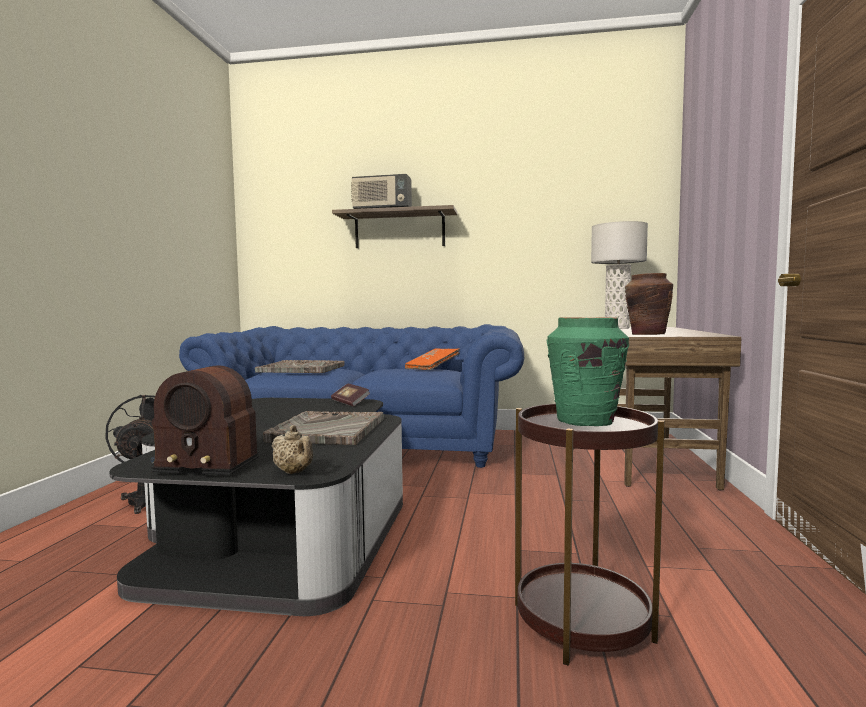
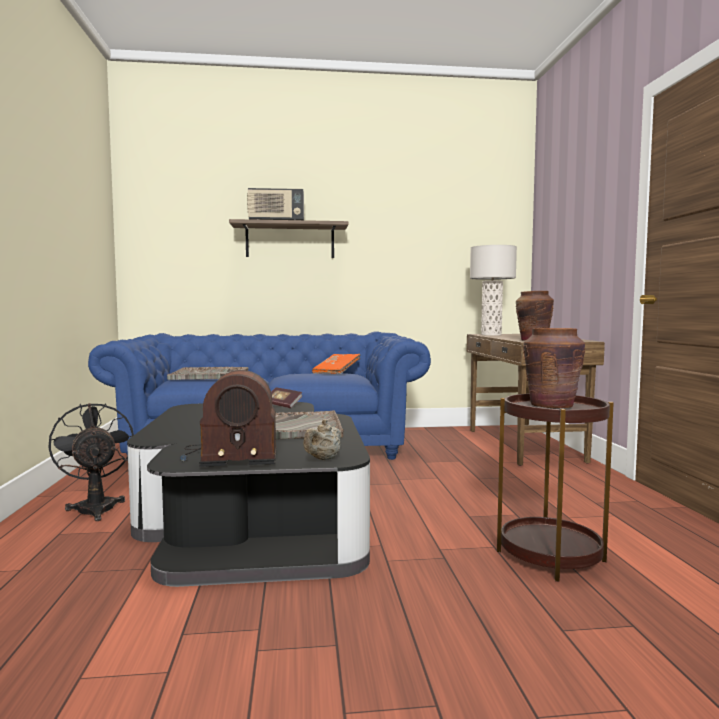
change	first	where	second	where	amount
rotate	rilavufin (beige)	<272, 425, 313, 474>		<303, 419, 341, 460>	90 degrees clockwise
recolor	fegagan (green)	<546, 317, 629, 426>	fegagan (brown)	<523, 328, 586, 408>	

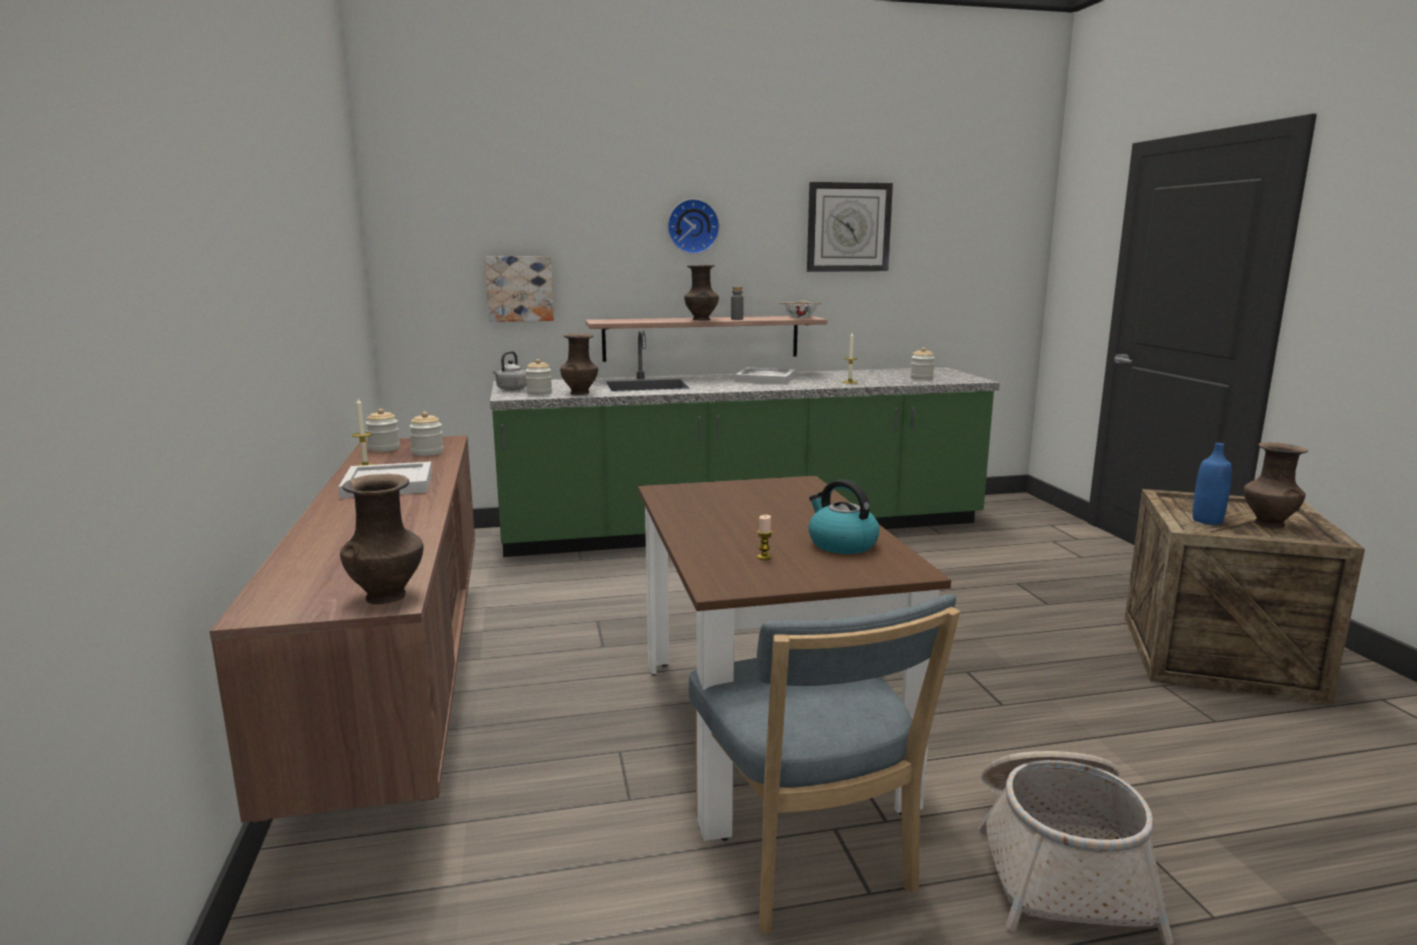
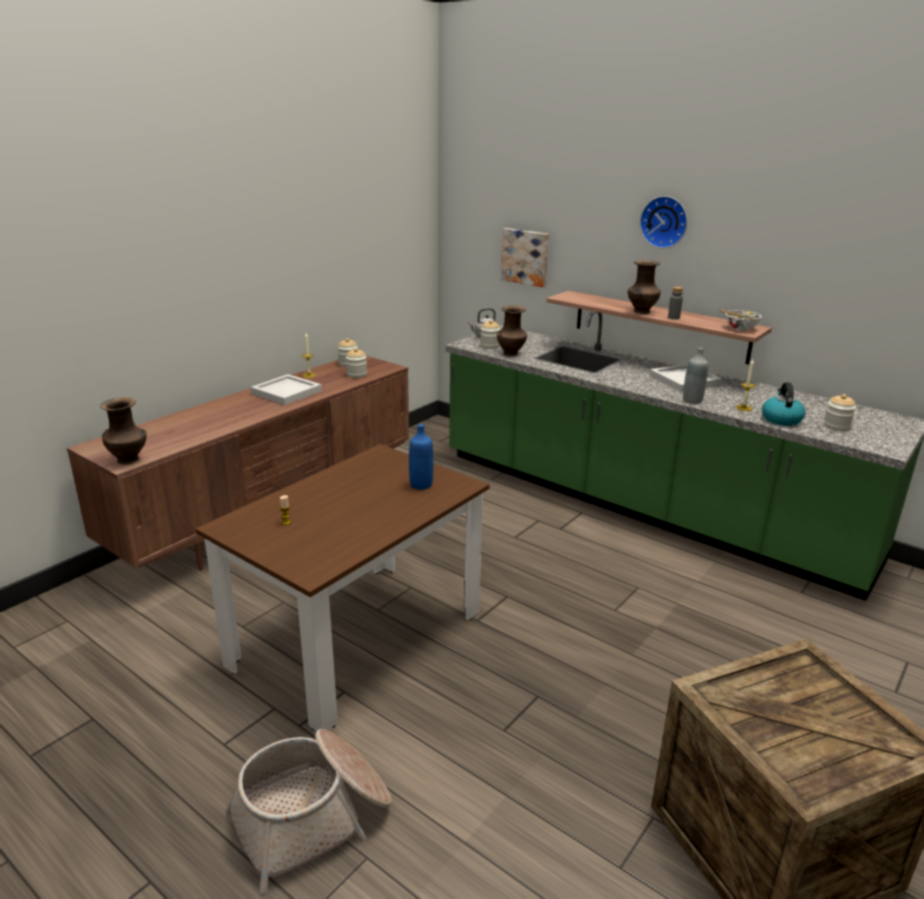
change	first	where	second	where	amount
delete	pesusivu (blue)	<689, 594, 960, 933>			
delete	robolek	<807, 182, 893, 272>			
move	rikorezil	<808, 479, 880, 554>		<762, 382, 806, 426>	
move	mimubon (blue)	<1192, 443, 1232, 525>		<409, 424, 433, 490>	
delete	fegagan (brown)	<1243, 442, 1308, 529>			
insert			mimubon (grey)	<683, 348, 708, 404>	

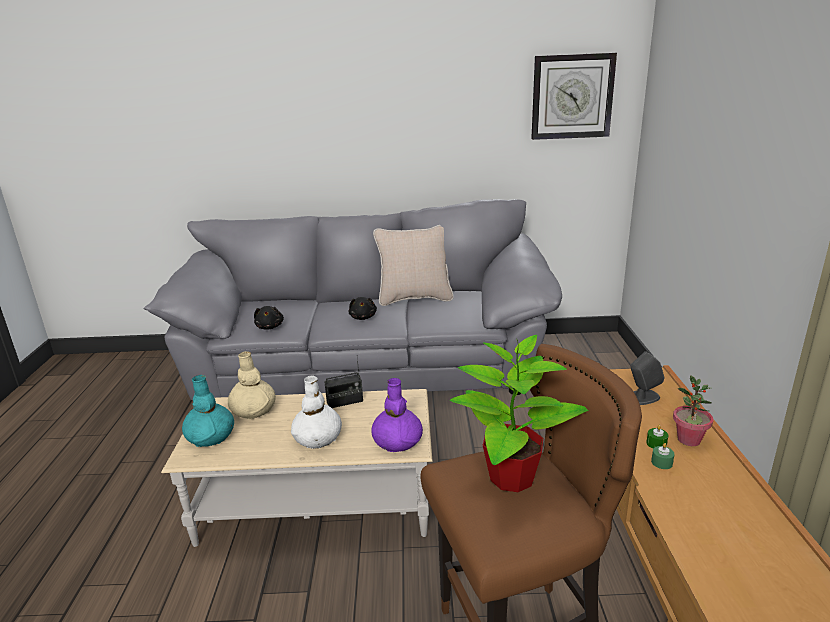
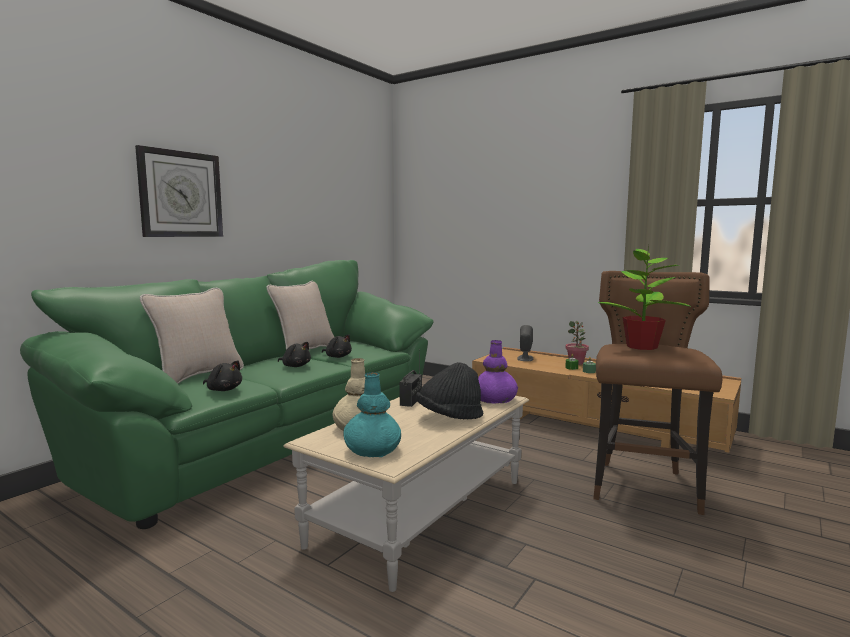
change	first	where	second	where	amount
recolor	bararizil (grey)	<144, 199, 562, 400>	bararizil (green)	<20, 260, 434, 529>	
replace	fegagan (white)	<291, 376, 342, 449>	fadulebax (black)	<416, 362, 483, 419>	
move	robolek	<531, 53, 617, 140>		<135, 145, 223, 237>	
insert			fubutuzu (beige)	<140, 288, 244, 384>	
insert			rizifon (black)	<322, 334, 352, 358>	

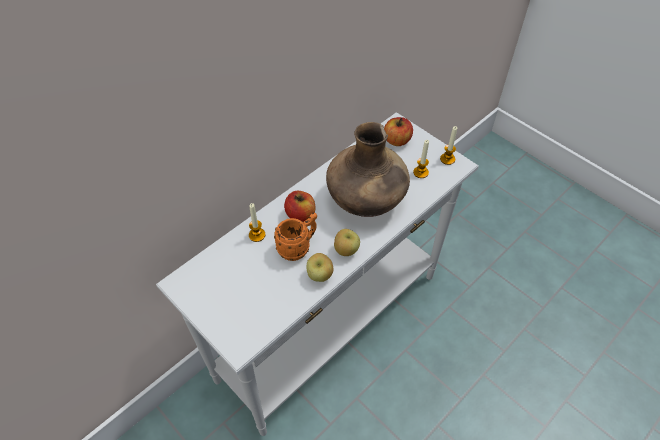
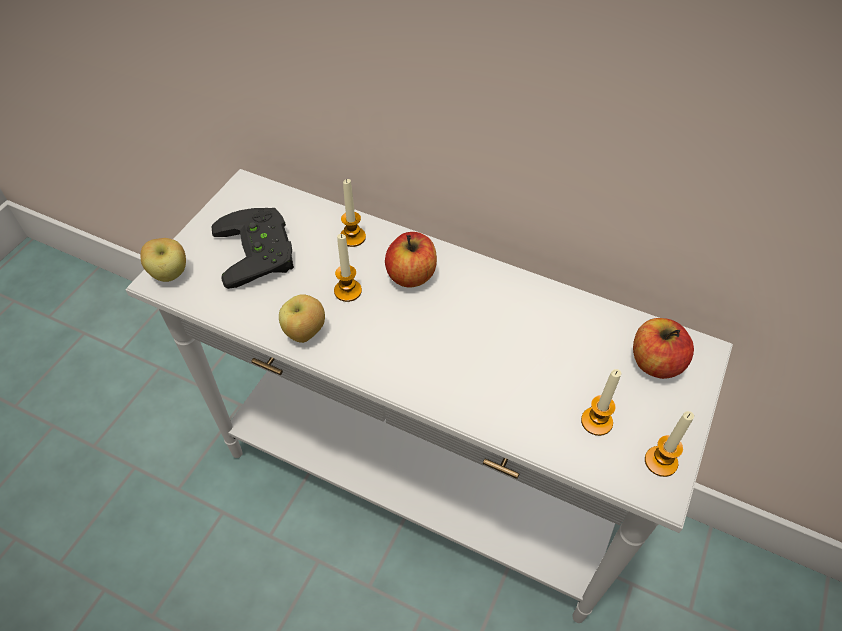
change	first	where	second	where	amount
replace	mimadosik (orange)	<274, 213, 317, 261>	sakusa	<334, 234, 362, 302>	
delete	fegagan (brown)	<326, 122, 410, 217>			
move	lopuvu	<334, 229, 360, 256>		<141, 238, 186, 282>	
insert			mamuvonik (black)	<212, 208, 294, 289>	

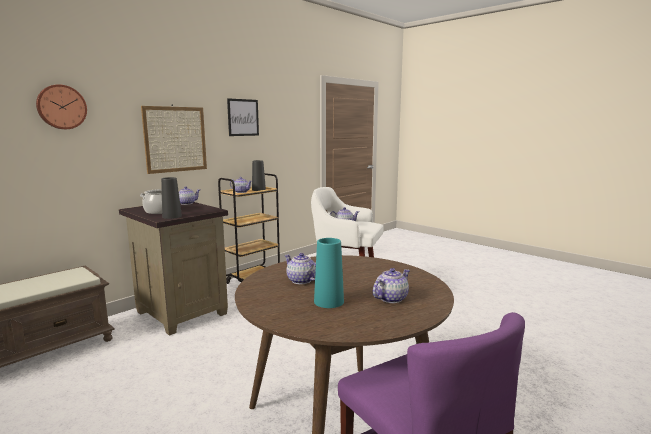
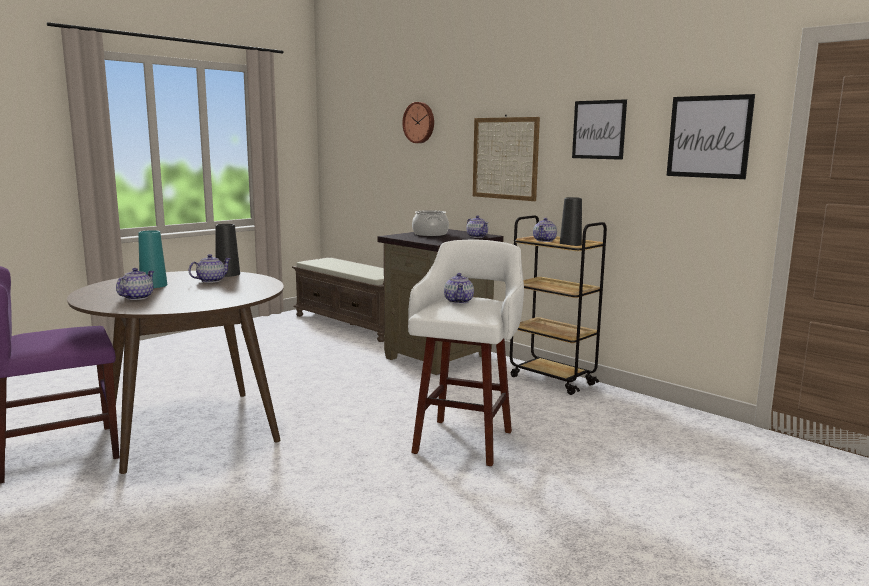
change	first	where	second	where	amount
move	fegagan (black)	<161, 177, 182, 219>		<215, 224, 240, 277>	
rotate	rilavufin	<373, 268, 410, 303>		<116, 268, 154, 300>	120 degrees counterclockwise
insert			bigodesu	<667, 94, 755, 179>	

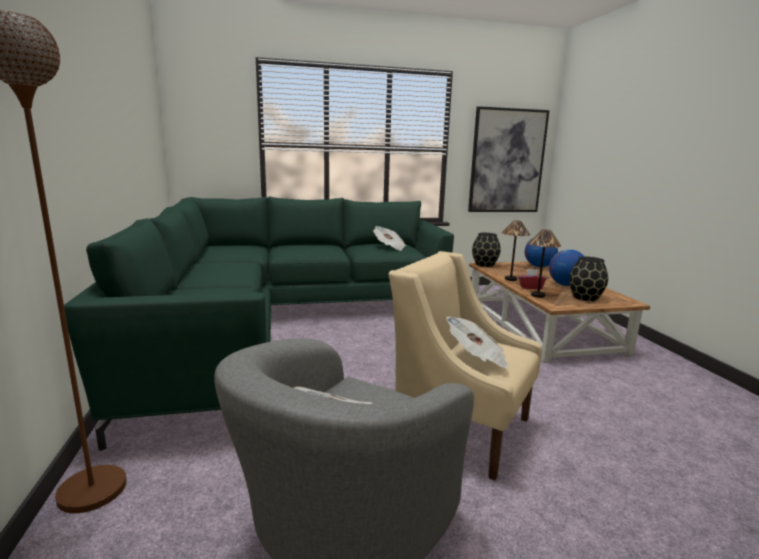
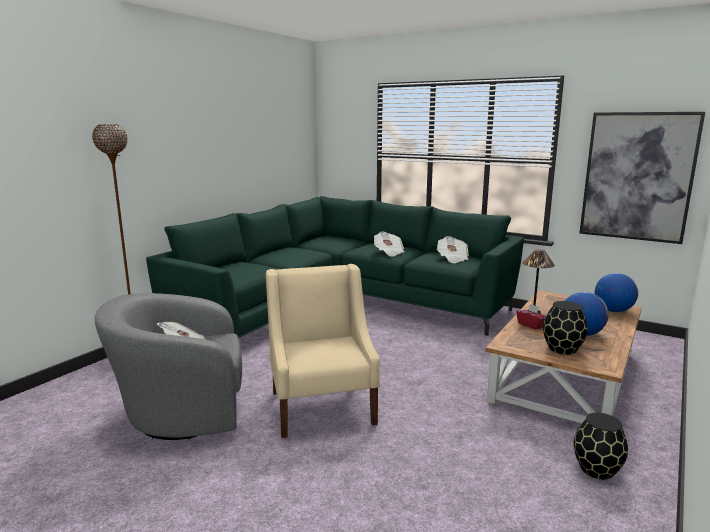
change	first	where	second	where	amount
move	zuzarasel	<446, 316, 509, 369>		<374, 232, 404, 257>	
move	fegagan (black)	<472, 233, 501, 267>		<574, 413, 628, 480>	
delete	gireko	<528, 229, 561, 298>			

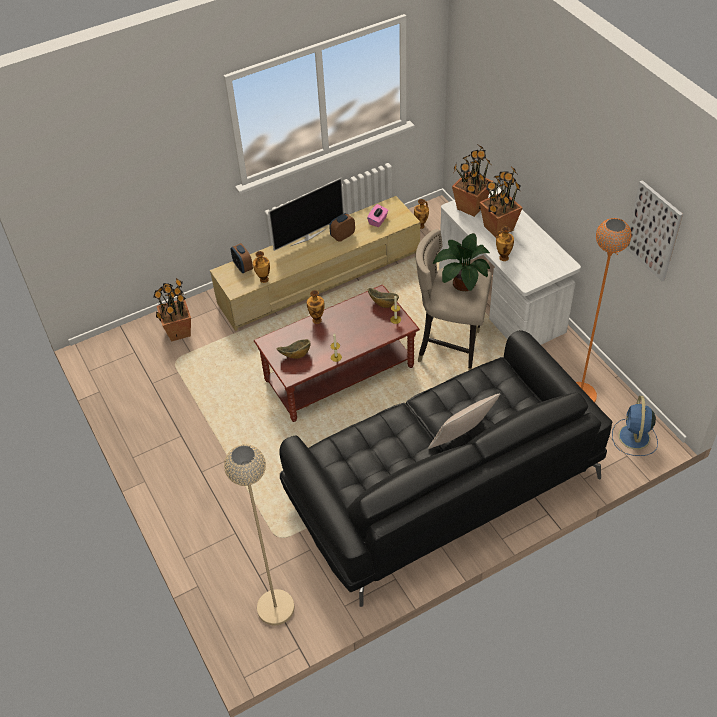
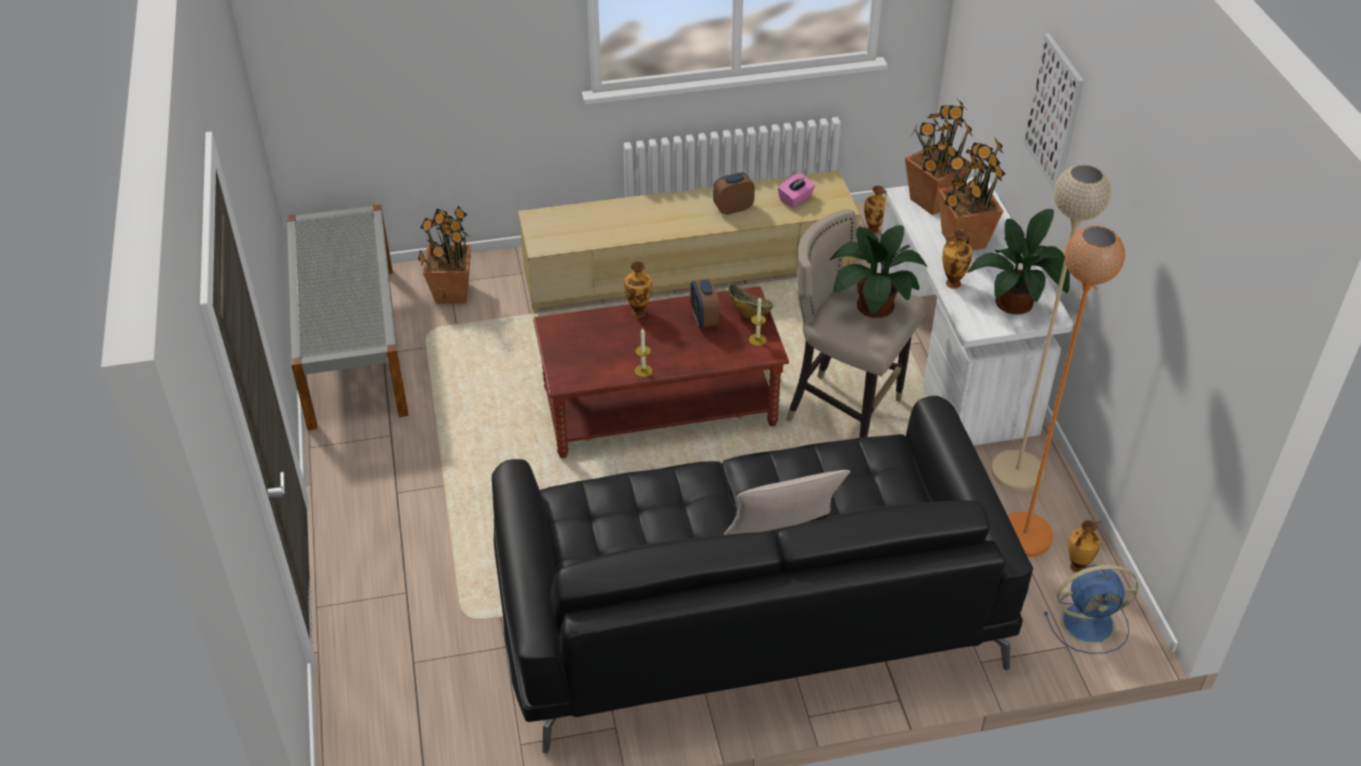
change	first	where	second	where	amount
move	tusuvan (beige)	<224, 444, 294, 625>		<991, 164, 1111, 492>	
move	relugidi	<231, 243, 253, 273>		<690, 278, 720, 328>	
move	fegagan	<253, 251, 270, 283>		<1068, 520, 1101, 573>	
delete	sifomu	<268, 178, 344, 251>			
delete	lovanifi	<277, 339, 310, 359>			
rotate	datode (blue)	<612, 396, 658, 456>		<1044, 565, 1138, 654>	120 degrees counterclockwise
move	bigodesu	<626, 180, 683, 282>		<1023, 33, 1084, 190>	
insert			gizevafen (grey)	<286, 204, 408, 430>	
insert			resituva	<968, 209, 1070, 315>	

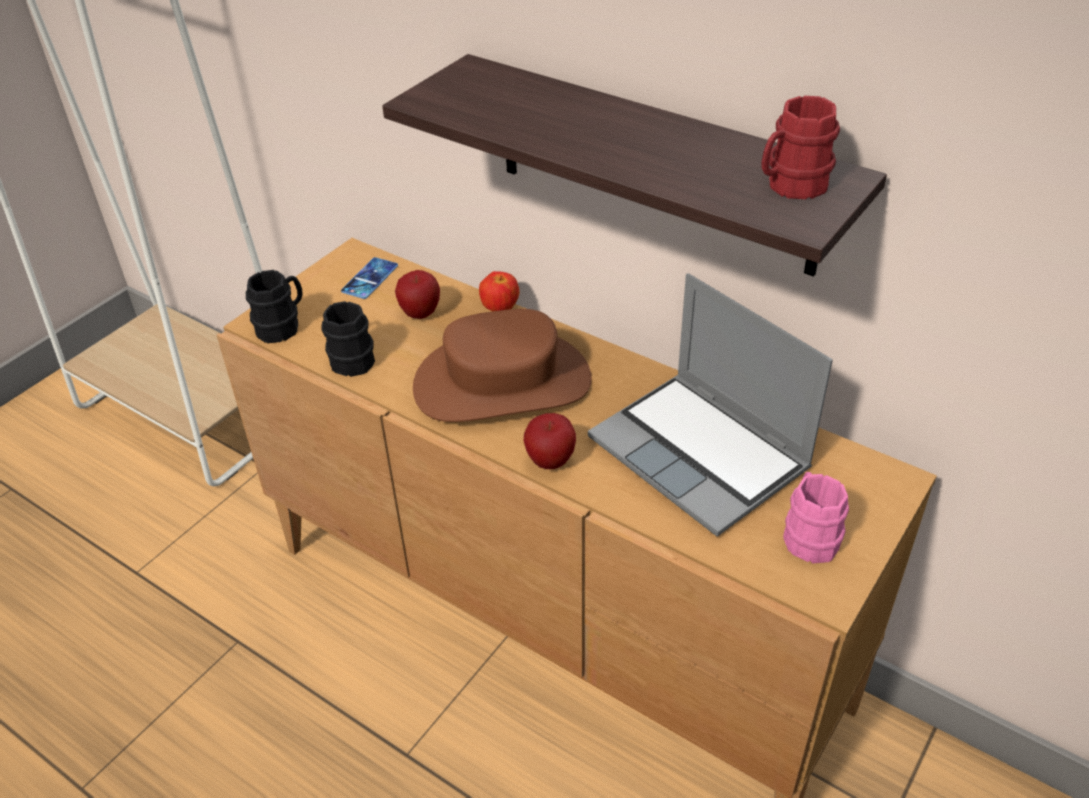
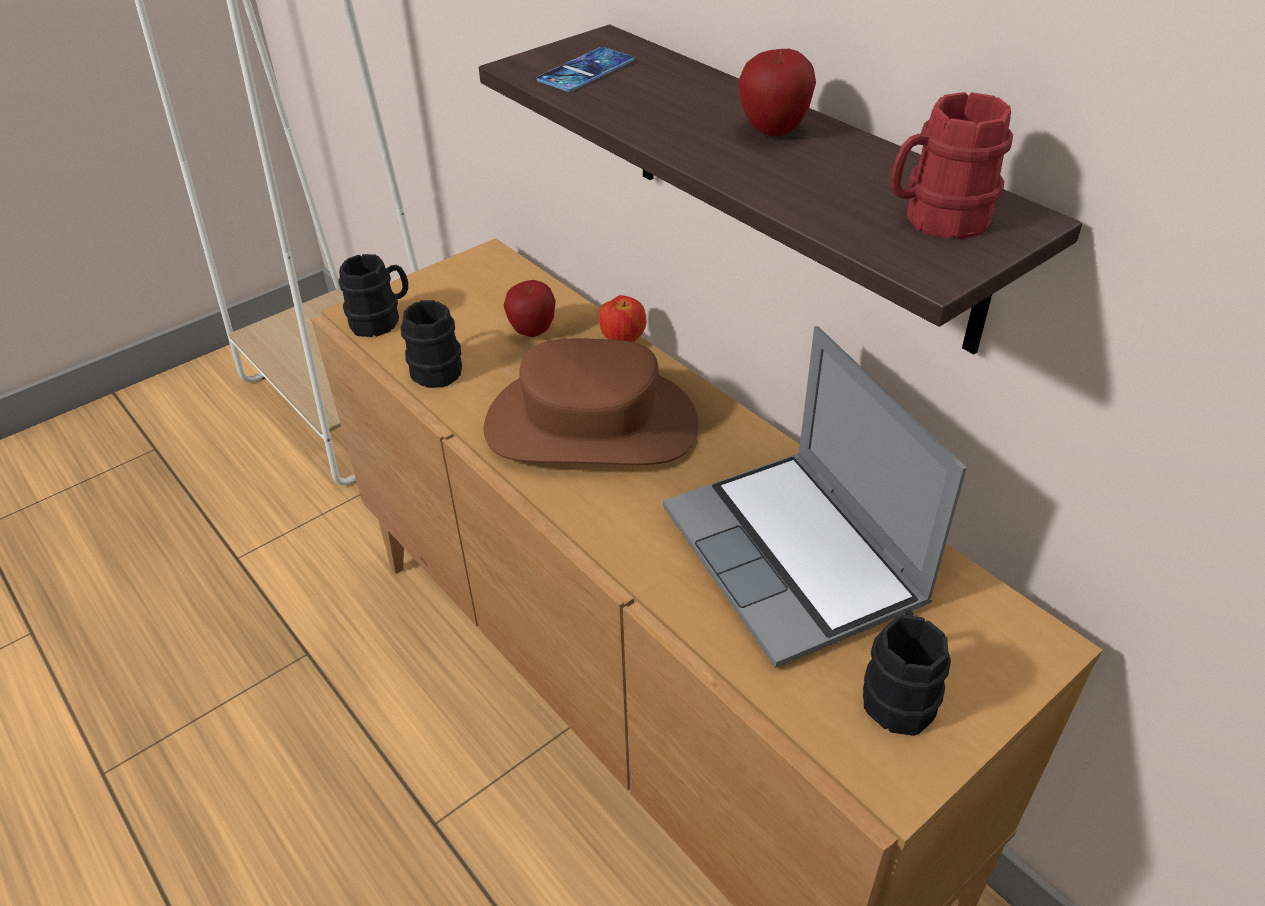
change	first	where	second	where	amount
move	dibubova	<341, 257, 398, 299>		<536, 47, 634, 92>	
move	lopuvu	<524, 413, 576, 469>		<738, 49, 816, 136>	
recolor	mimadosik (pink)	<783, 472, 849, 563>	mimadosik (black)	<863, 610, 951, 736>	

